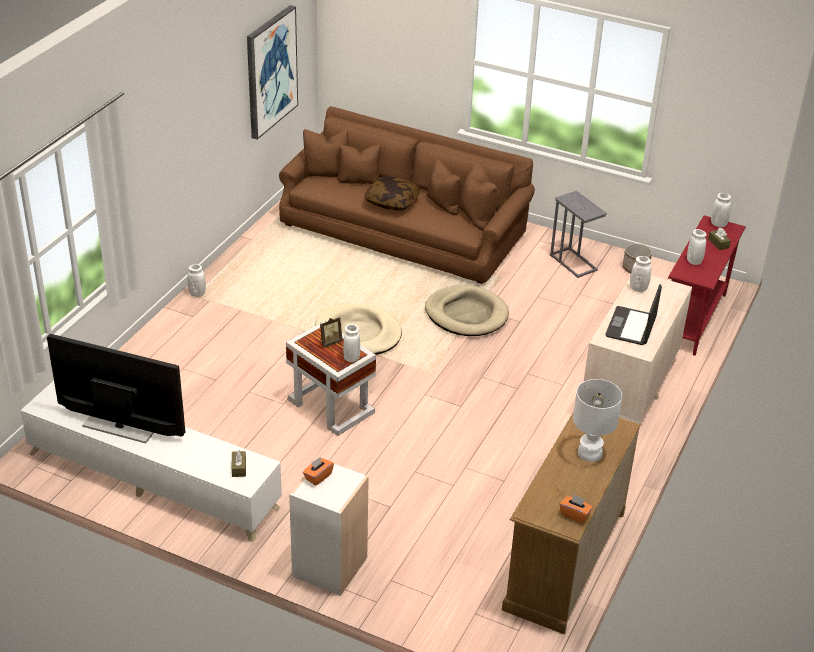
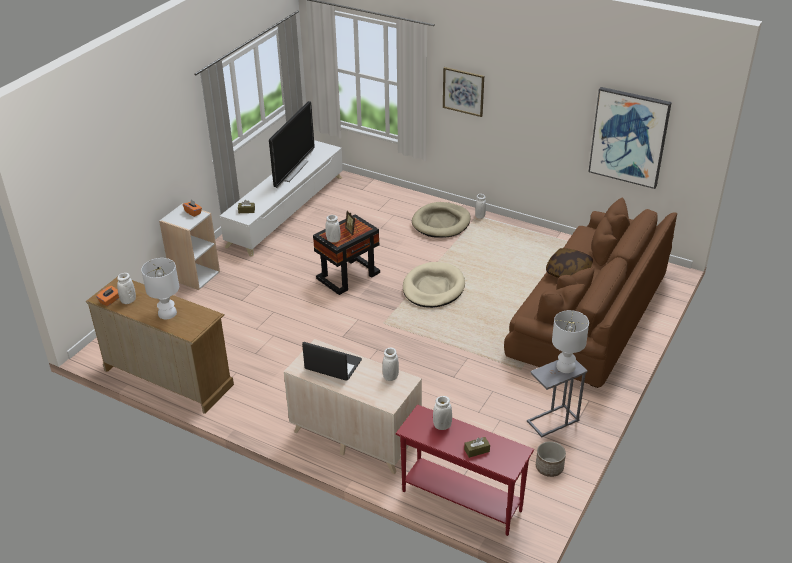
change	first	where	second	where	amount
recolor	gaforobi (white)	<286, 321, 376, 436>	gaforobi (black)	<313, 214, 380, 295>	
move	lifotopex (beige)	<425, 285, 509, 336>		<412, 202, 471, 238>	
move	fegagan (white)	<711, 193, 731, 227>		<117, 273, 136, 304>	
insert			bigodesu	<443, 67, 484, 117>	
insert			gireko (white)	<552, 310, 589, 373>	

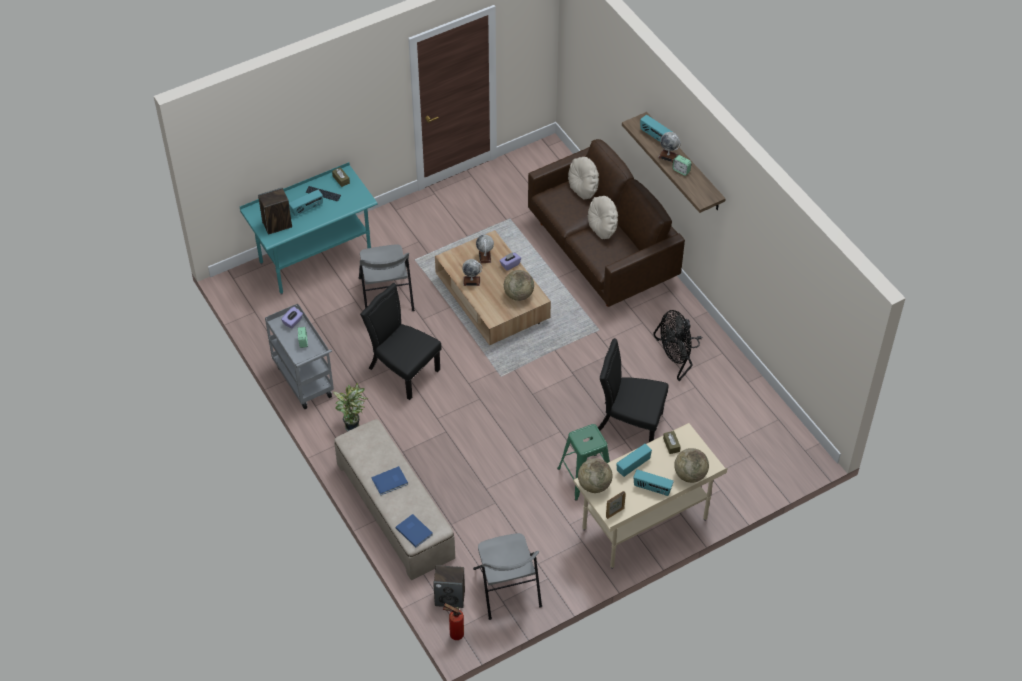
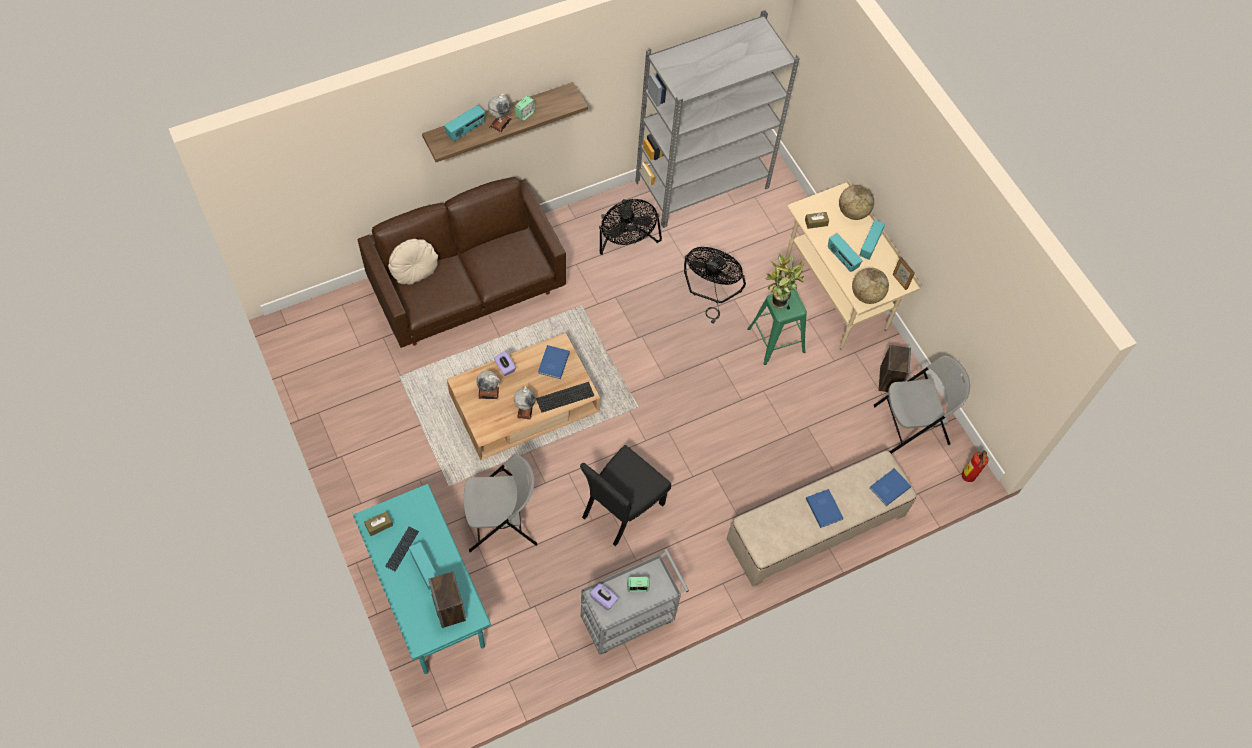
change	first	where	second	where	amount
move	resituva	<333, 383, 368, 432>		<765, 254, 805, 308>	
move	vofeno	<433, 565, 465, 608>		<879, 345, 911, 392>	
replace	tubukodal	<504, 270, 534, 301>	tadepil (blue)	<538, 345, 570, 379>	
delete	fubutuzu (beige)	<588, 196, 618, 239>			
replace	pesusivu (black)	<598, 338, 669, 442>	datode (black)	<684, 247, 746, 324>	
insert			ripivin	<536, 382, 594, 413>	
insert			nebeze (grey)	<635, 10, 800, 228>	

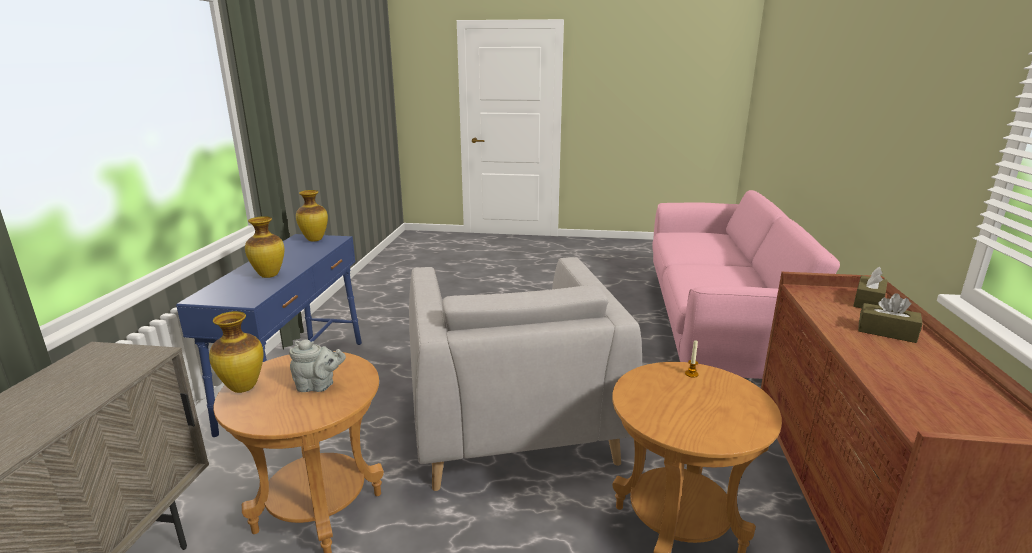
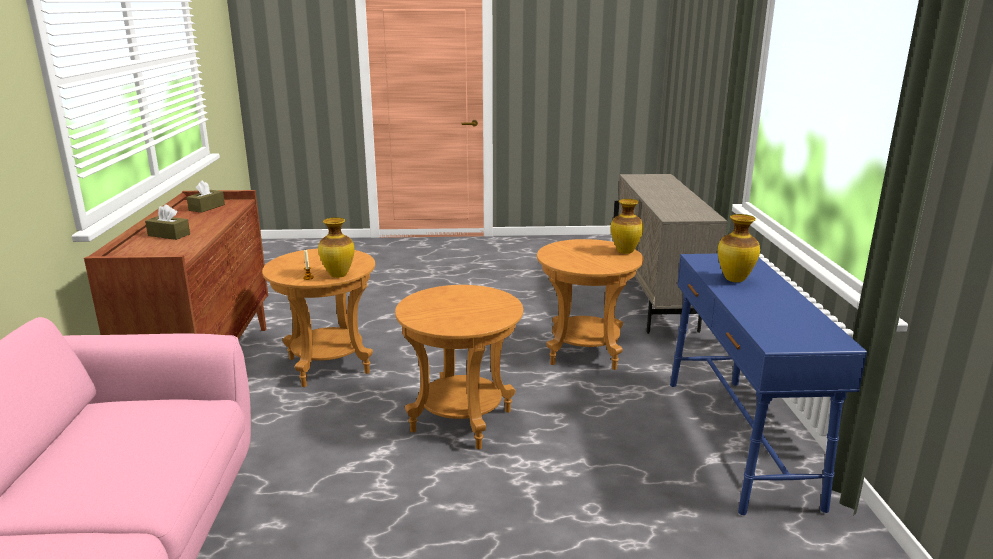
change	first	where	second	where	amount
delete	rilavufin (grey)	<289, 340, 346, 392>			
move	fegagan	<296, 190, 328, 241>		<318, 217, 354, 278>	
replace	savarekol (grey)	<409, 257, 642, 491>	gaforobi (brown)	<395, 285, 523, 449>	
move	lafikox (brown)	<853, 267, 888, 308>		<186, 180, 225, 213>	

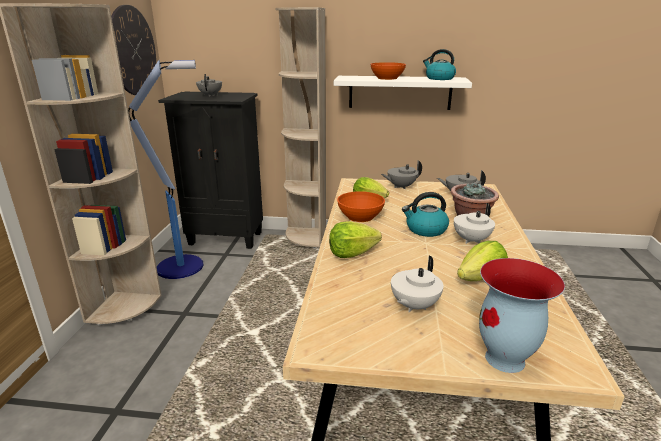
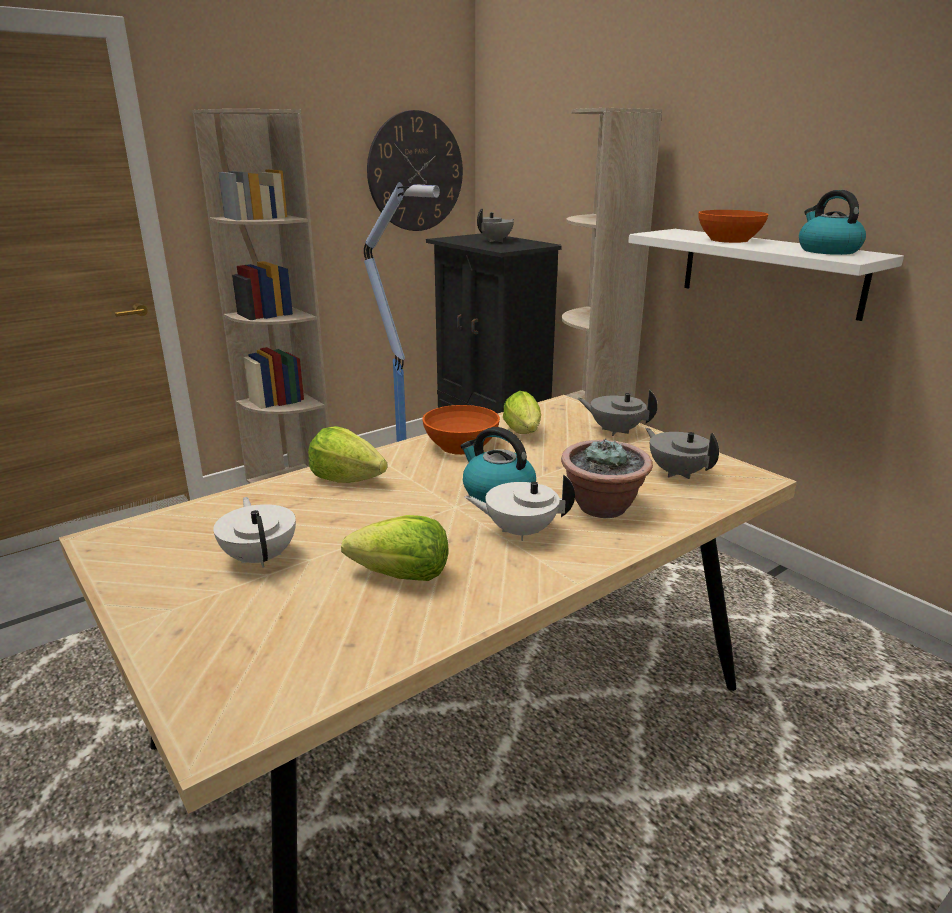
change	first	where	second	where	amount
rotate	rilavufin (white)	<391, 256, 444, 313>		<213, 497, 296, 568>	75 degrees clockwise
delete	fegagan	<479, 258, 565, 373>			

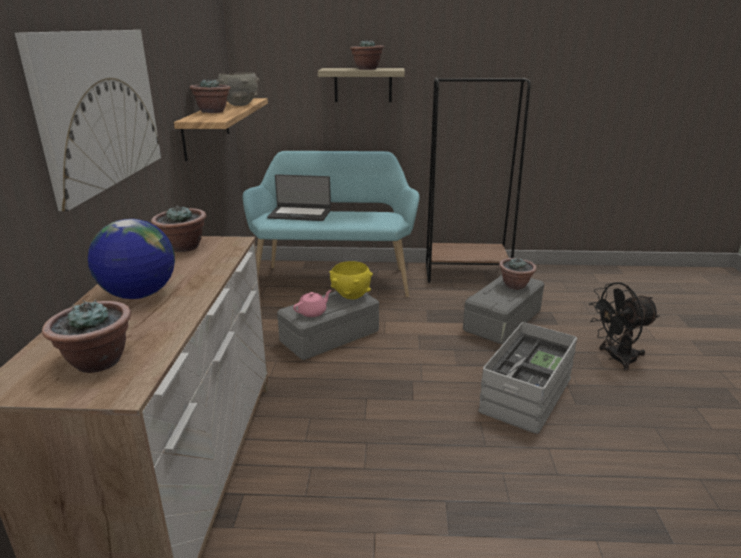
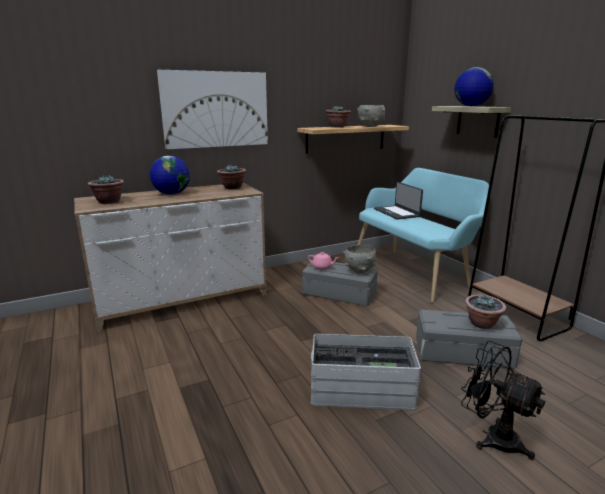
change	first	where	second	where	amount
recolor	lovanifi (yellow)	<329, 261, 373, 299>	lovanifi (grey)	<343, 245, 376, 274>	
replace	resituva	<350, 39, 384, 70>	tubukodal	<454, 67, 494, 106>	

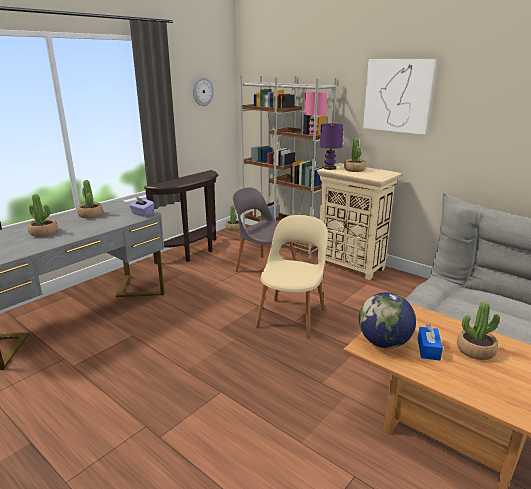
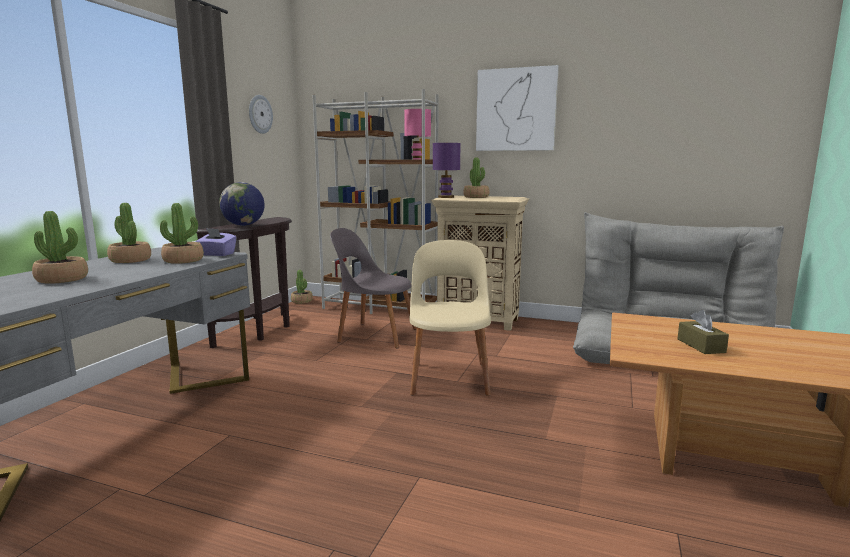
change	first	where	second	where	amount
move	tubukodal	<359, 292, 416, 349>		<219, 182, 264, 226>	
recolor	lafikox (blue)	<418, 324, 443, 360>	lafikox (brown)	<677, 310, 729, 354>	
move	resituva	<457, 302, 500, 360>		<160, 203, 204, 264>	

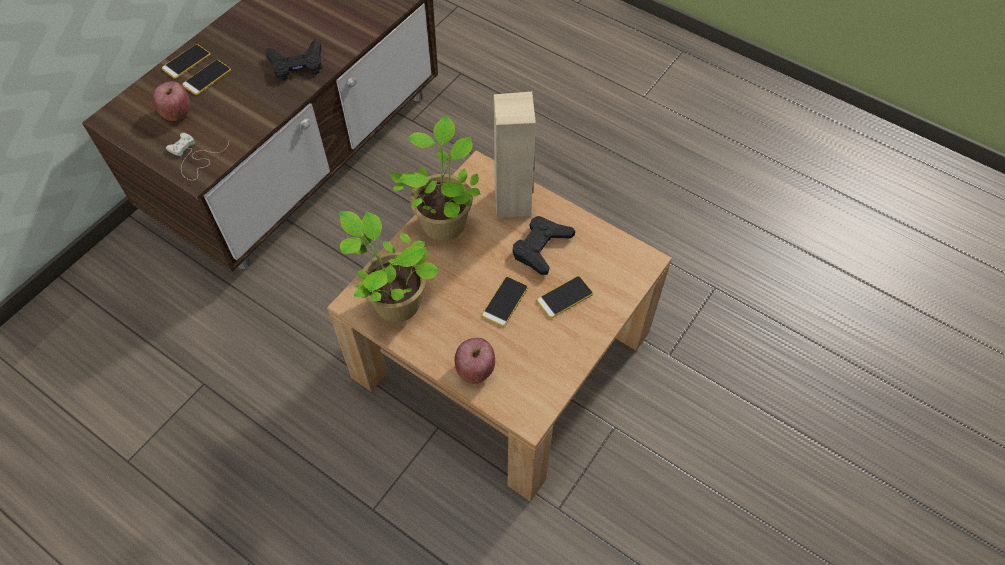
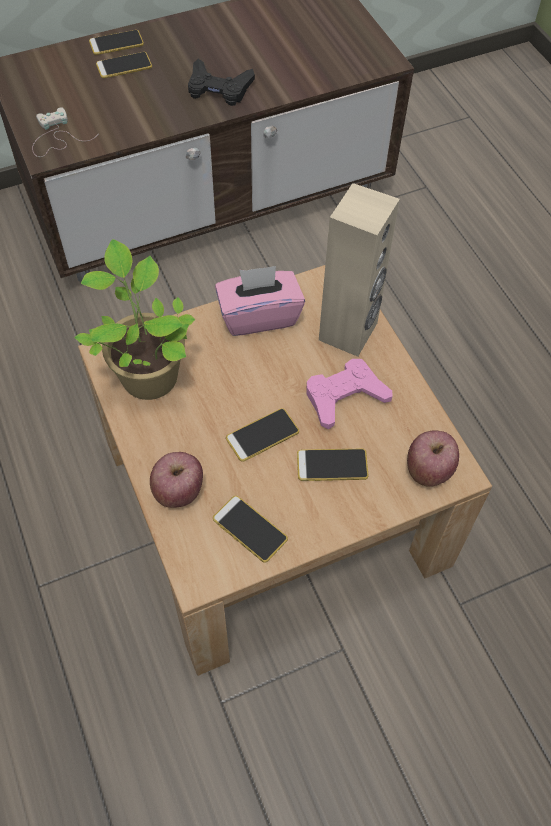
change	first	where	second	where	amount
move	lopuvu	<153, 81, 190, 121>		<407, 430, 459, 487>	
replace	resituva	<390, 115, 480, 241>	lafikox (pink)	<215, 266, 305, 336>	
recolor	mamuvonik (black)	<513, 216, 575, 275>	mamuvonik (pink)	<307, 359, 393, 430>	
insert			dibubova	<213, 496, 288, 563>	

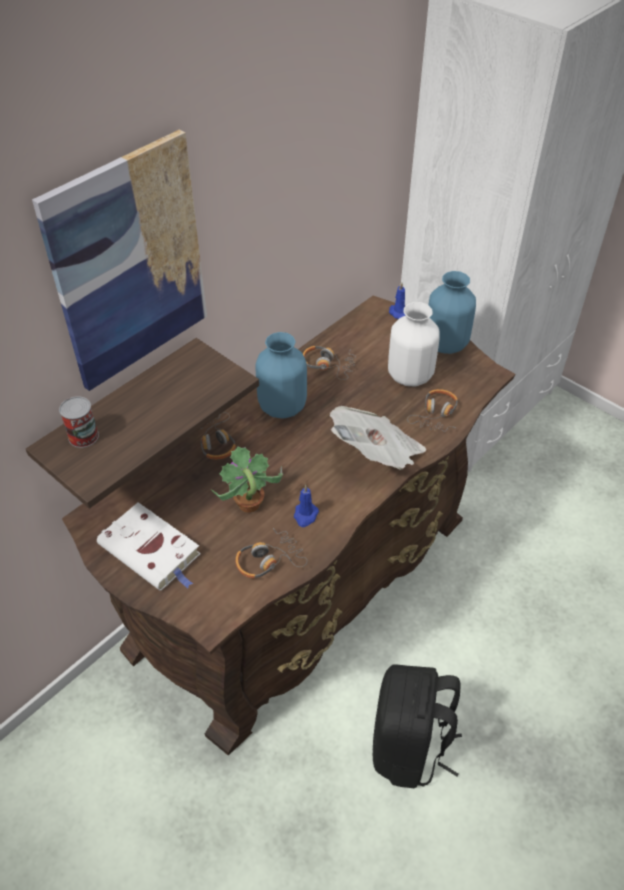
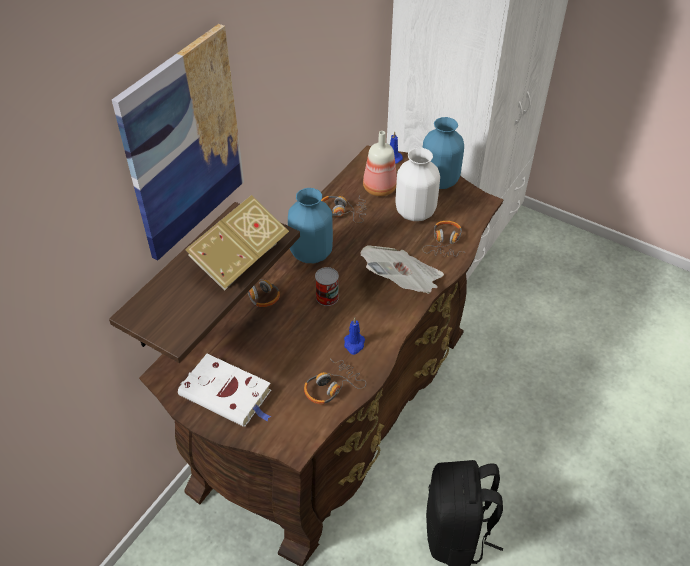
change	first	where	second	where	amount
move	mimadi	<59, 396, 99, 448>		<315, 267, 339, 306>	
delete	resituva	<211, 446, 283, 513>			
insert			tadepil	<185, 195, 289, 291>	
insert			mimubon	<363, 131, 397, 196>	

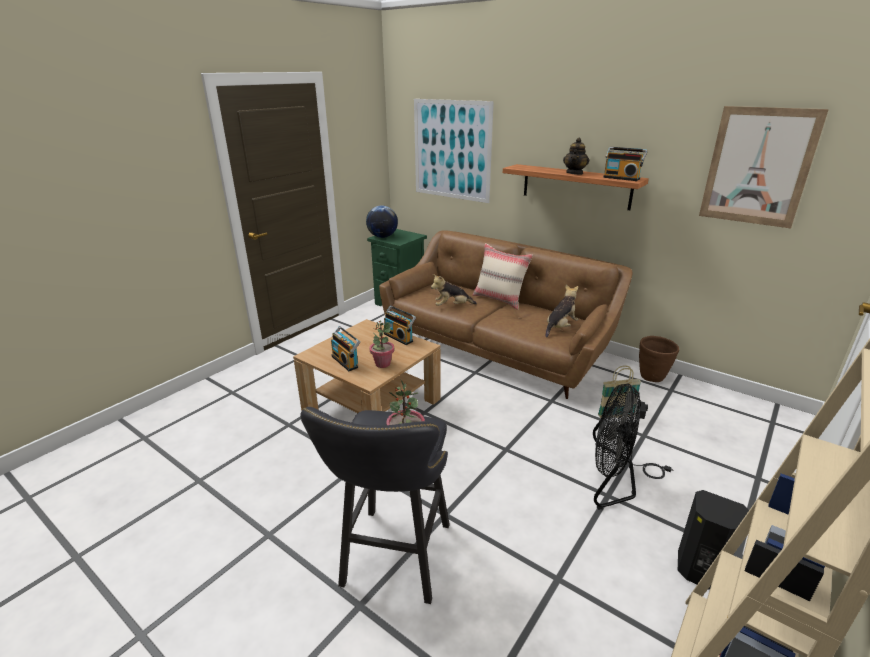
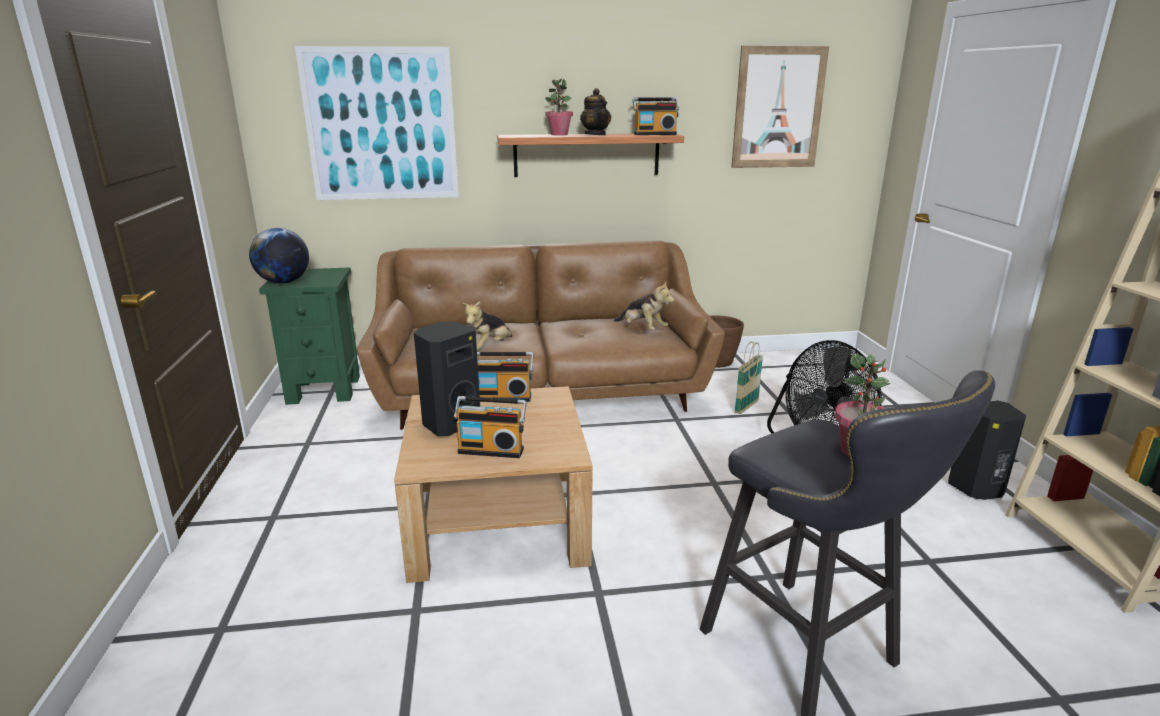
change	first	where	second	where	amount
move	resituva	<369, 320, 394, 368>		<545, 79, 573, 136>	
delete	fubutuzu (beige)	<473, 243, 533, 310>			
rotate	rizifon	<545, 285, 579, 337>		<614, 281, 675, 330>	135 degrees clockwise
insert			vofeno (black)	<414, 322, 480, 436>	

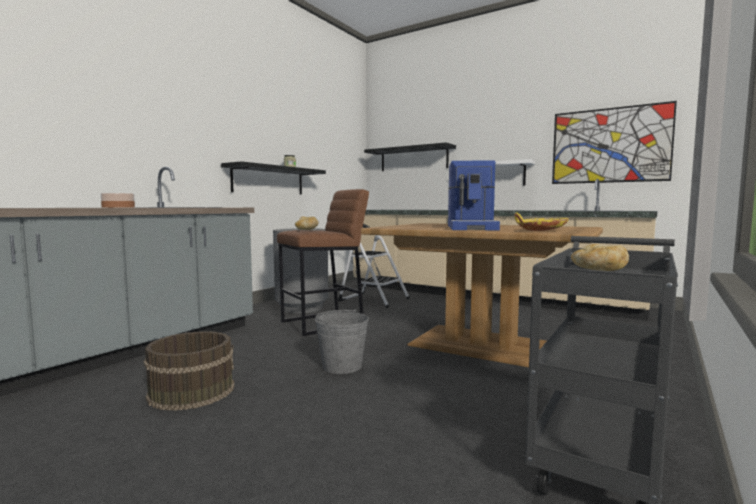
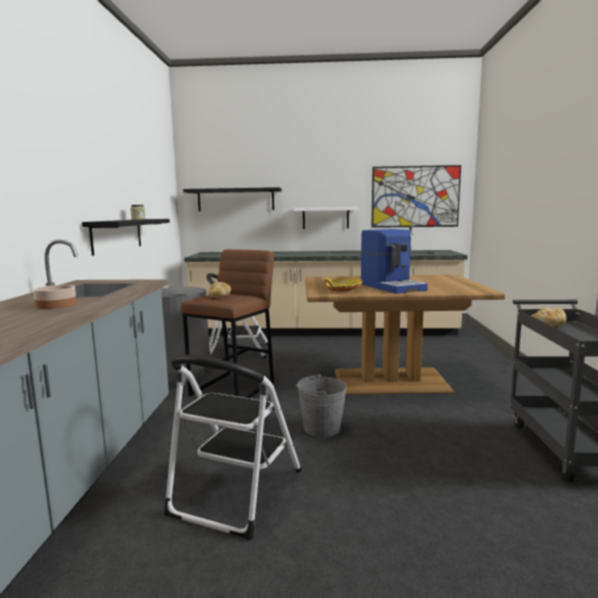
change	first	where	second	where	amount
replace	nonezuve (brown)	<144, 331, 234, 411>	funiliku	<164, 355, 301, 540>	
move	lovanifi (yellow)	<514, 212, 569, 231>		<324, 278, 363, 292>	

